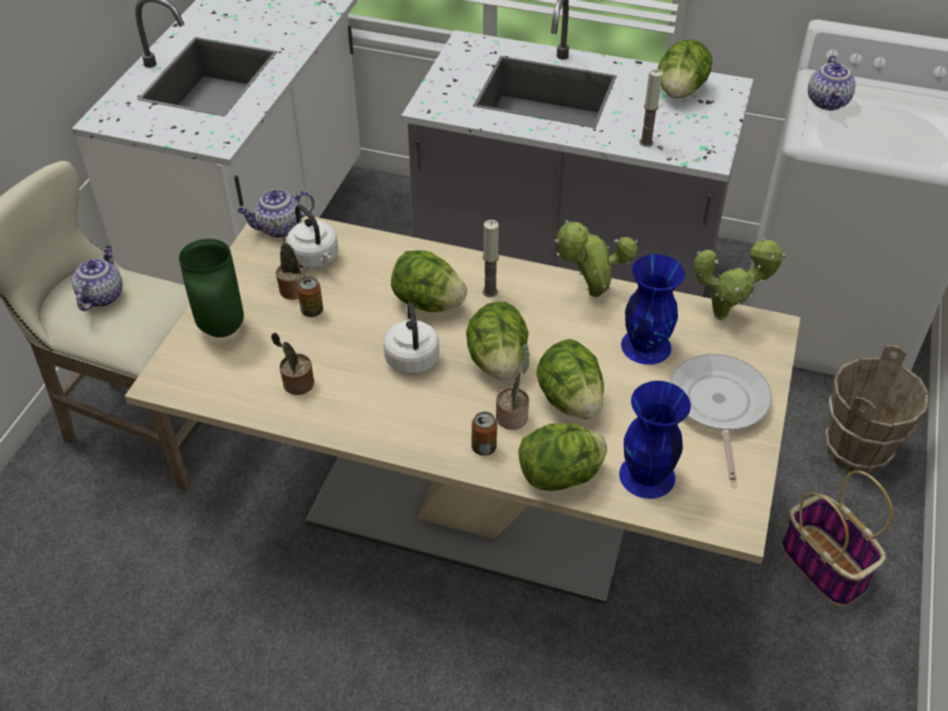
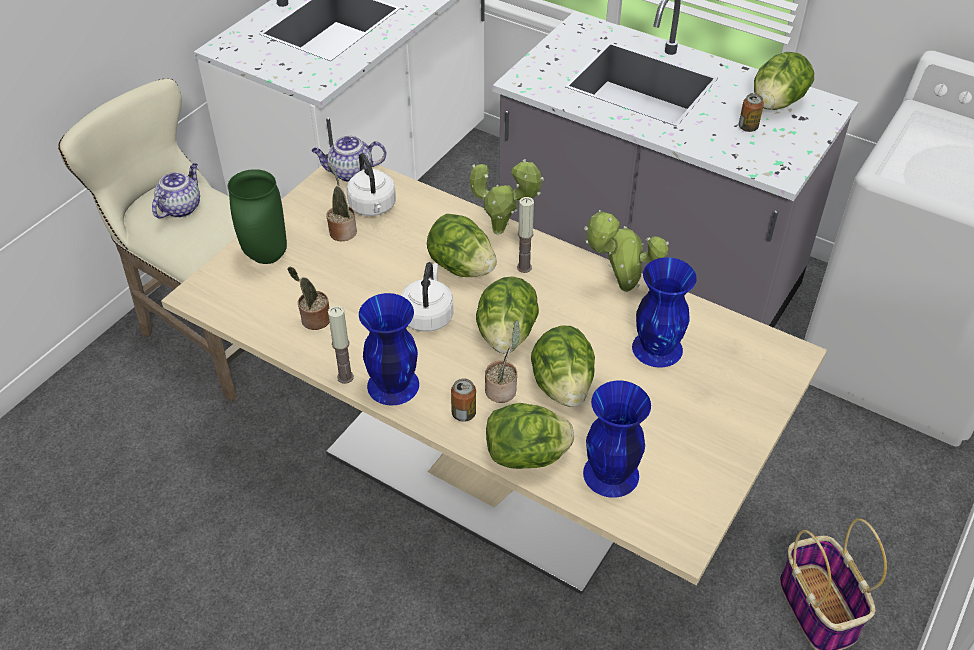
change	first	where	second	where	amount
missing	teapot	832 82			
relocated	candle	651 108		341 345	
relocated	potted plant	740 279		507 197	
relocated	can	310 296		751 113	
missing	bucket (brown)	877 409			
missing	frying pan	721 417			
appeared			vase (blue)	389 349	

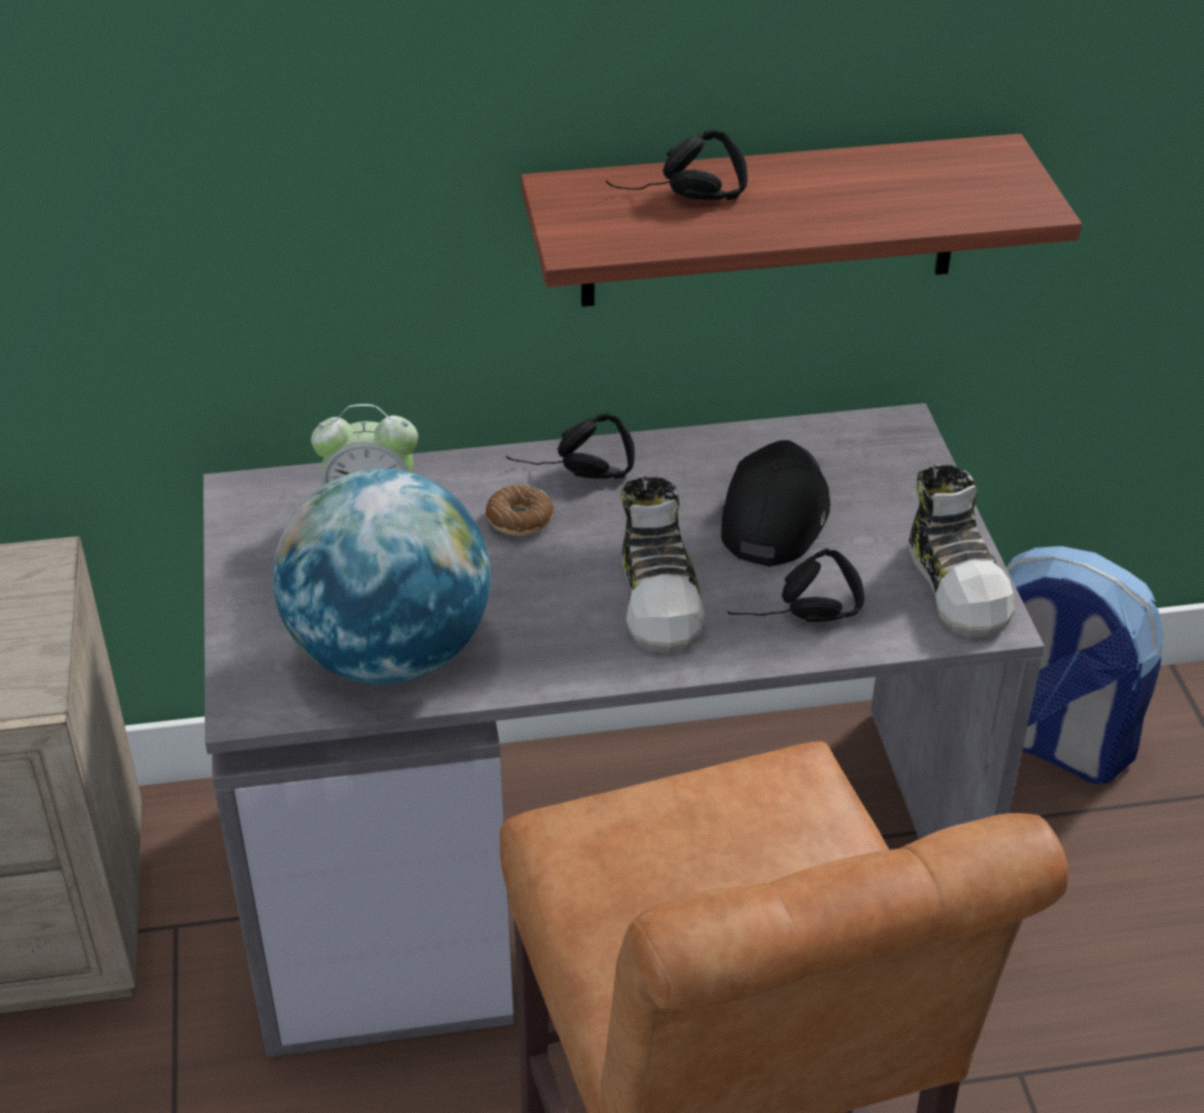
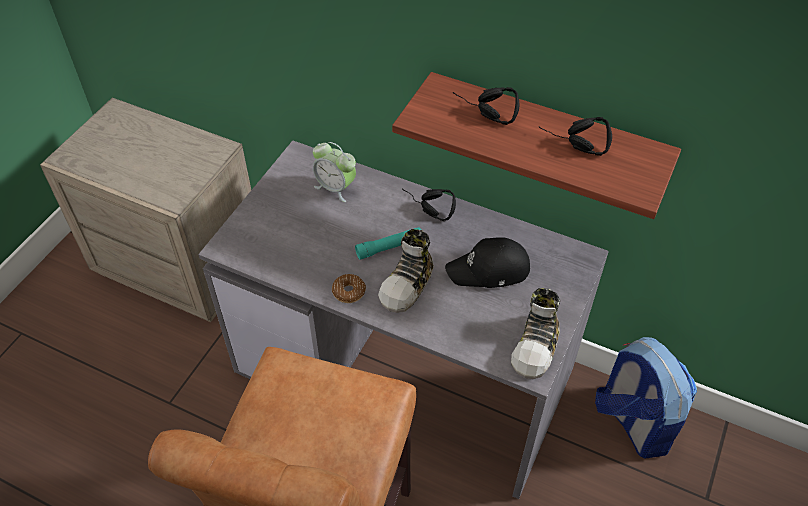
change	first	where	second	where	amount
spun	cap (black)	775 503		487 262	150 degrees counterclockwise
missing	globe	381 576			
relocated	donut	520 510		349 288	
relocated	headphones (black)	796 585		575 136	
appeared			flashlight (turquoise)	388 243	

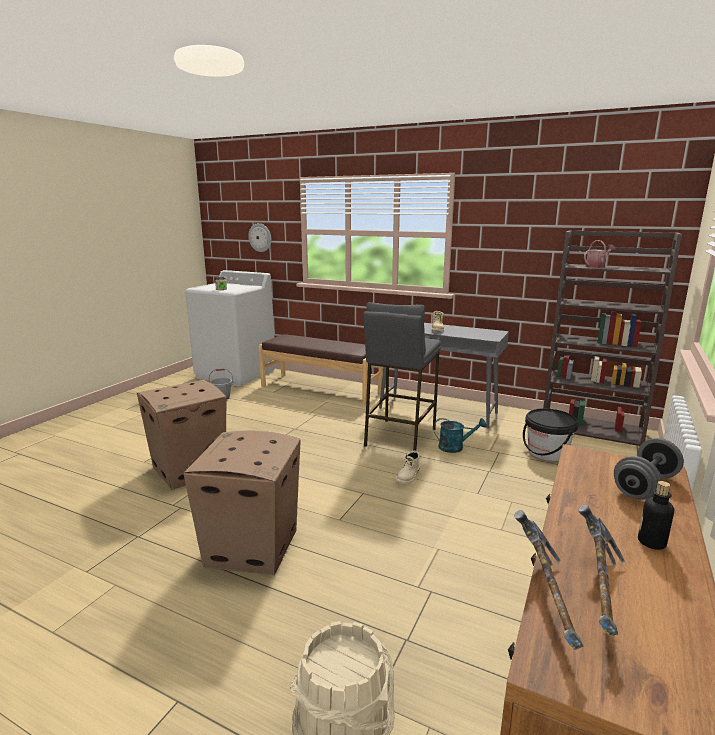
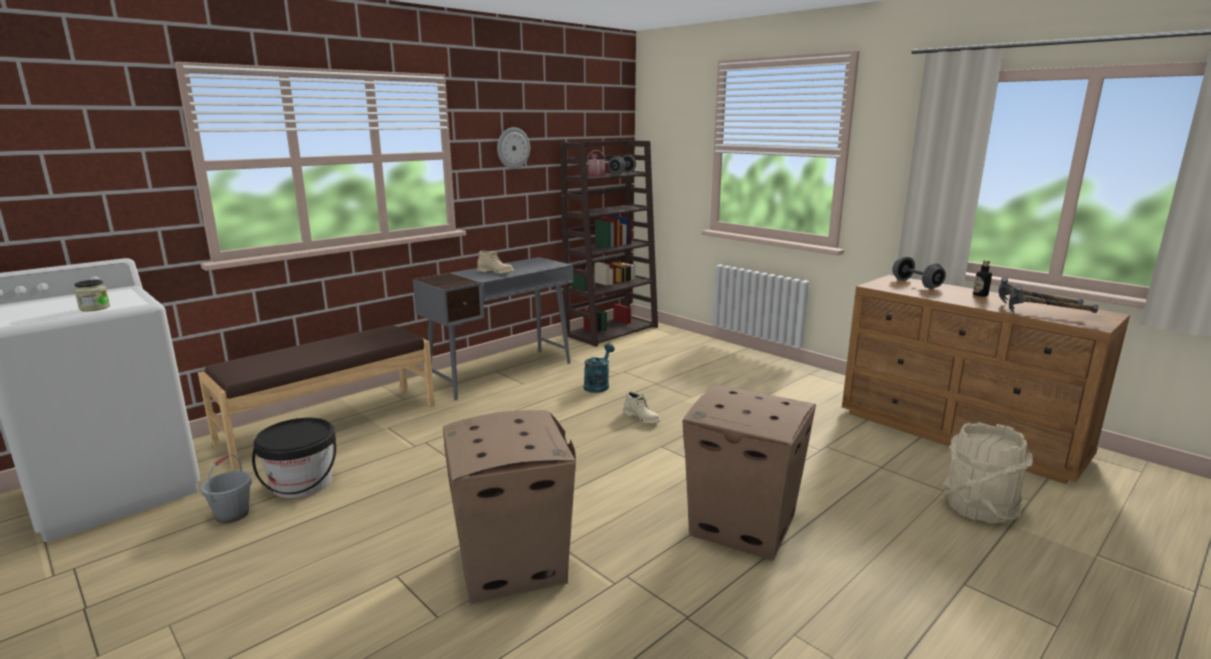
change	first	where	second	where	amount
relocated	wall clock	259 237		513 148	
missing	stool (grey)	402 376			
relocated	bucket (black)	550 434		294 458	
appeared			dumbbell (grey)	622 165	

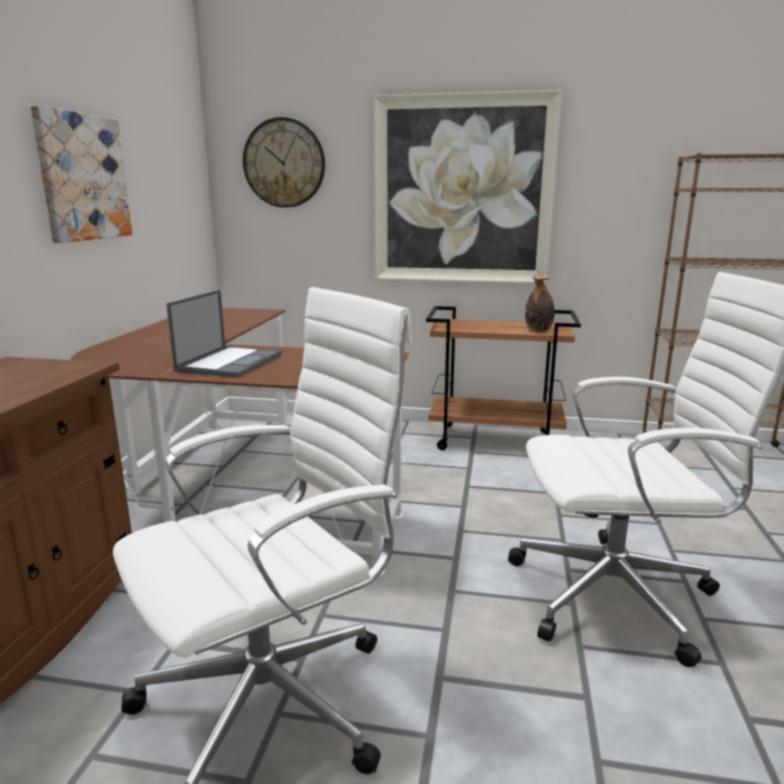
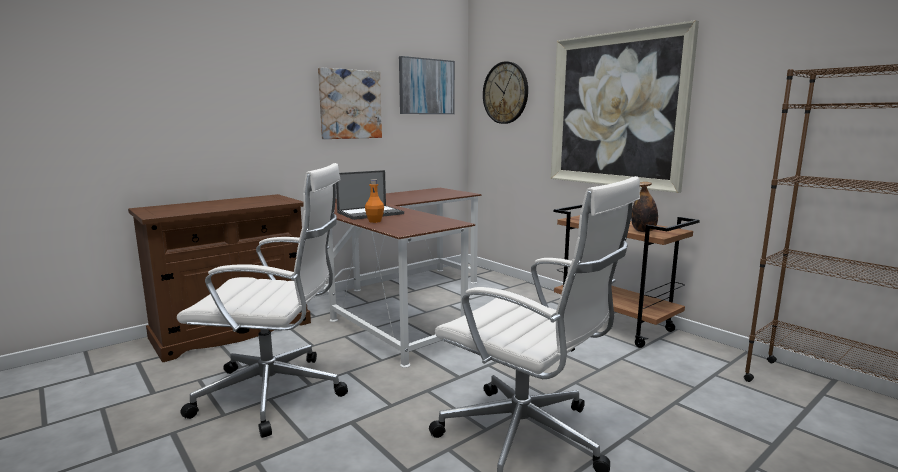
change	first	where	second	where	amount
appeared			picture	427 85	
appeared			bottle (orange)	374 201	

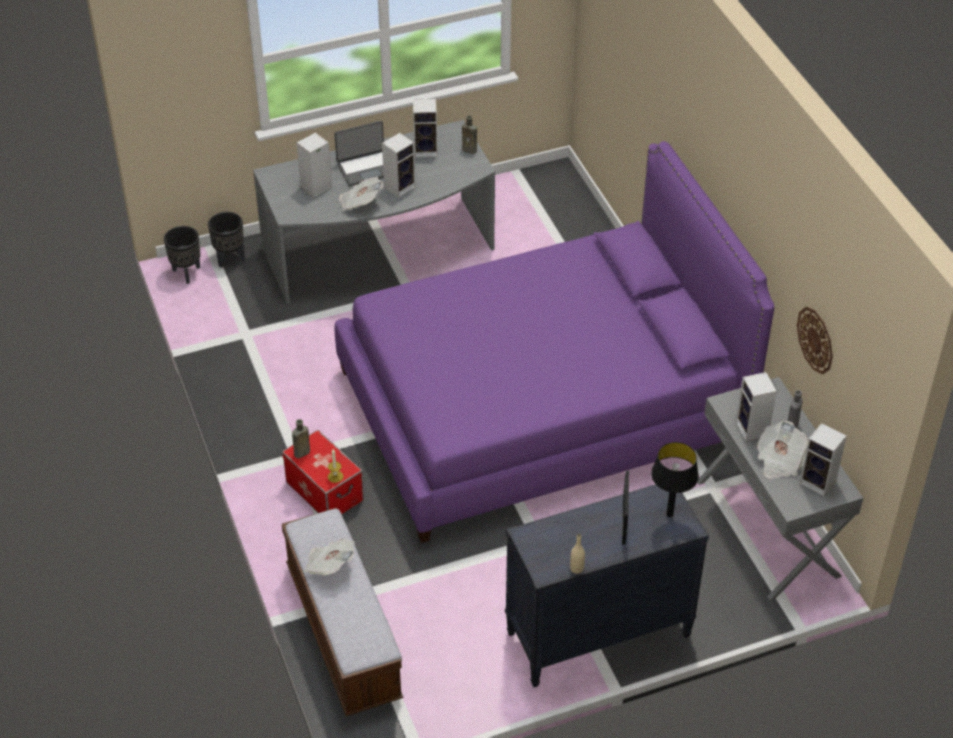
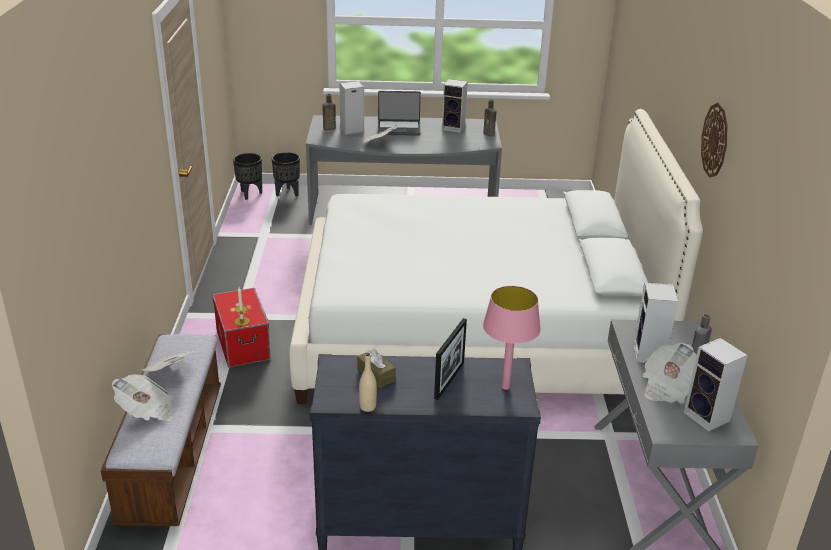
change	first	where	second	where	amount
missing	speaker	399 165			
colour	bed (purple)	554 342	bed (white)	496 256	
relocated	wall clock	815 340		714 140	
relocated	bottle (brown)	301 438		329 112	
colour	table lamp (black)	675 479	table lamp (pink)	512 338	
appeared			tissue box (brown)	376 368	
appeared			newspaper	142 398	

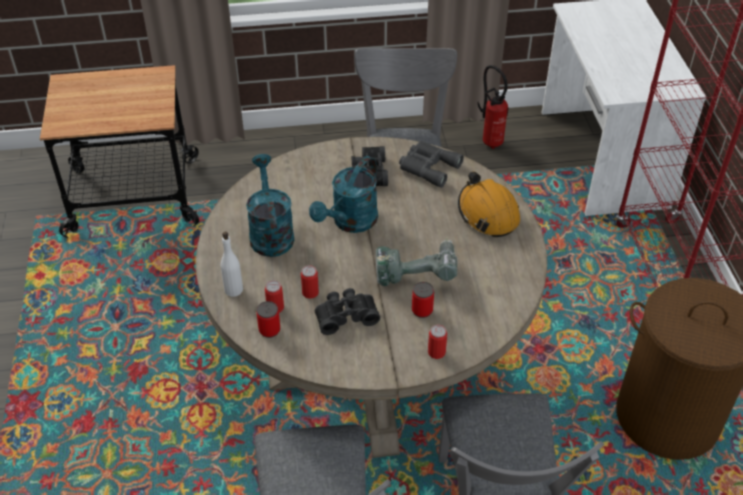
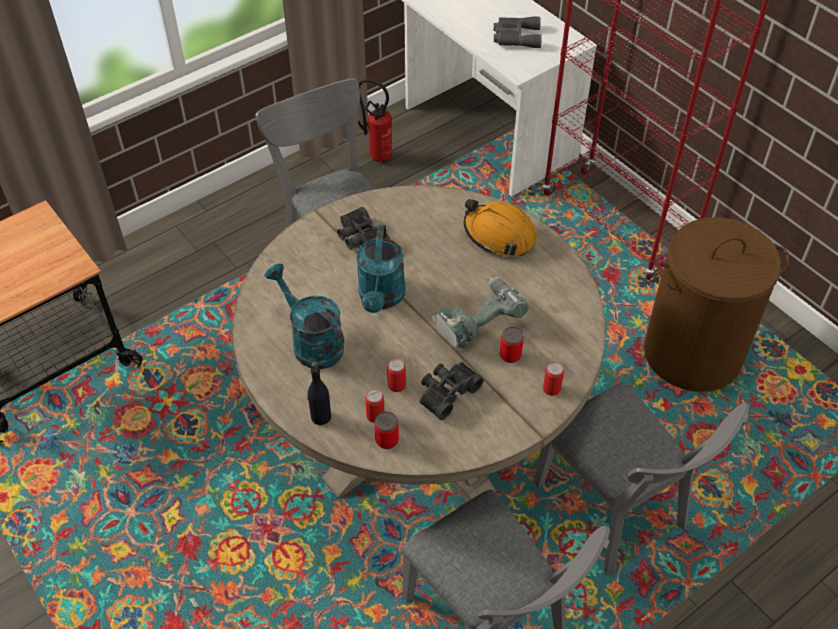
change	first	where	second	where	amount
relocated	binoculars (grey)	431 164		518 32	
colour	bottle (white)	231 264	bottle (black)	319 393	

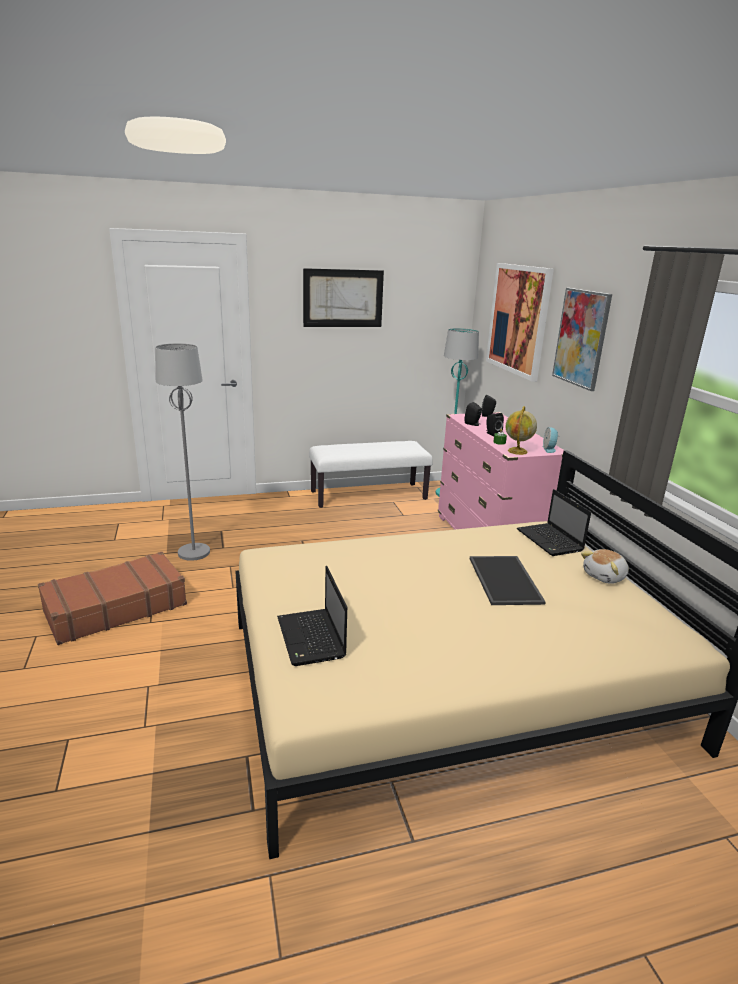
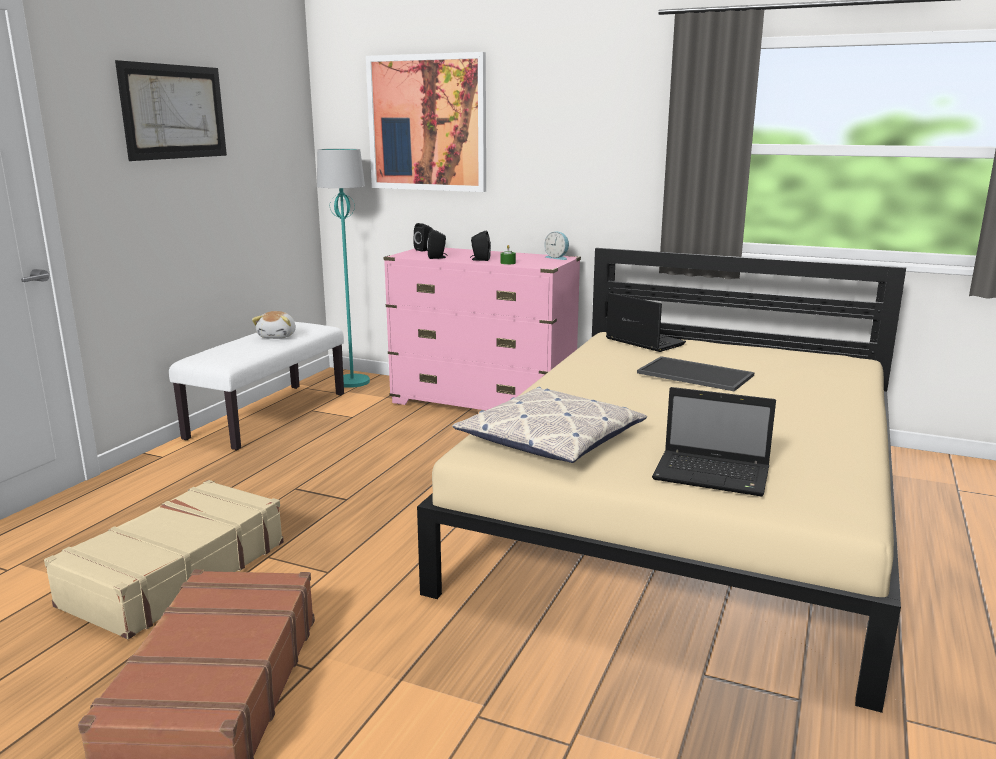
change	first	where	second	where	amount
missing	picture	582 339			
exchanged	floor lamp (grey)	182 452	suitcase (beige)	164 559	
missing	globe	521 430			
spun	laptop	554 522		646 322	150 degrees counterclockwise
relocated	plush toy	605 566		274 325	
appeared			pillow	549 425	

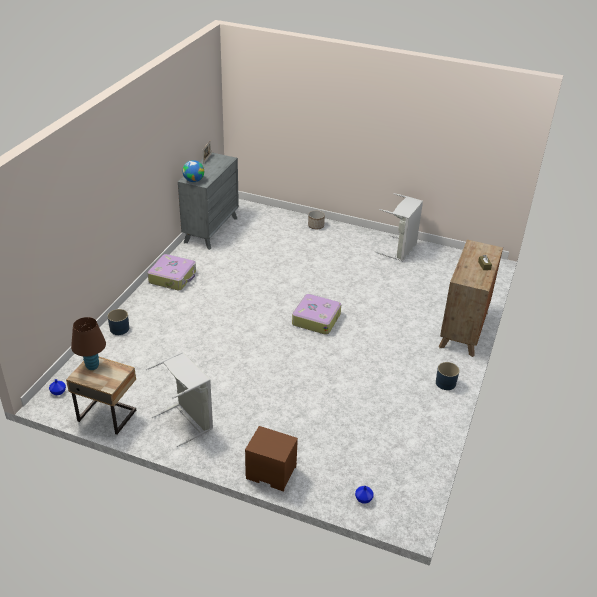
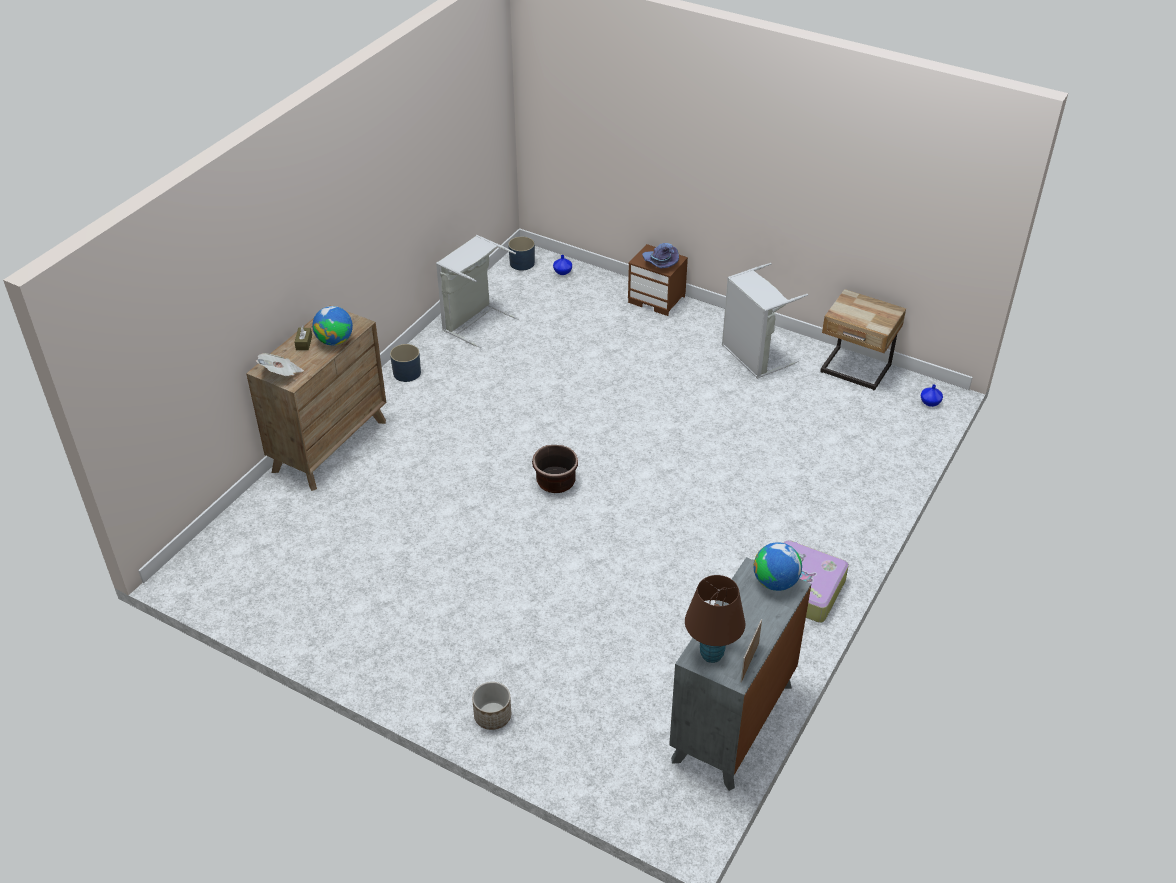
change	first	where	second	where	amount
relocated	laundry basket (grey)	399 227		477 291	
exchanged	suitcase	316 314	planter (brown)	555 469	
relocated	planter (blue)	118 322		521 254	
relocated	table lamp (brown)	88 343		715 619	
appeared			hat (purple)	660 256	
appeared			globe	332 326	
appeared			newspaper	280 365	

